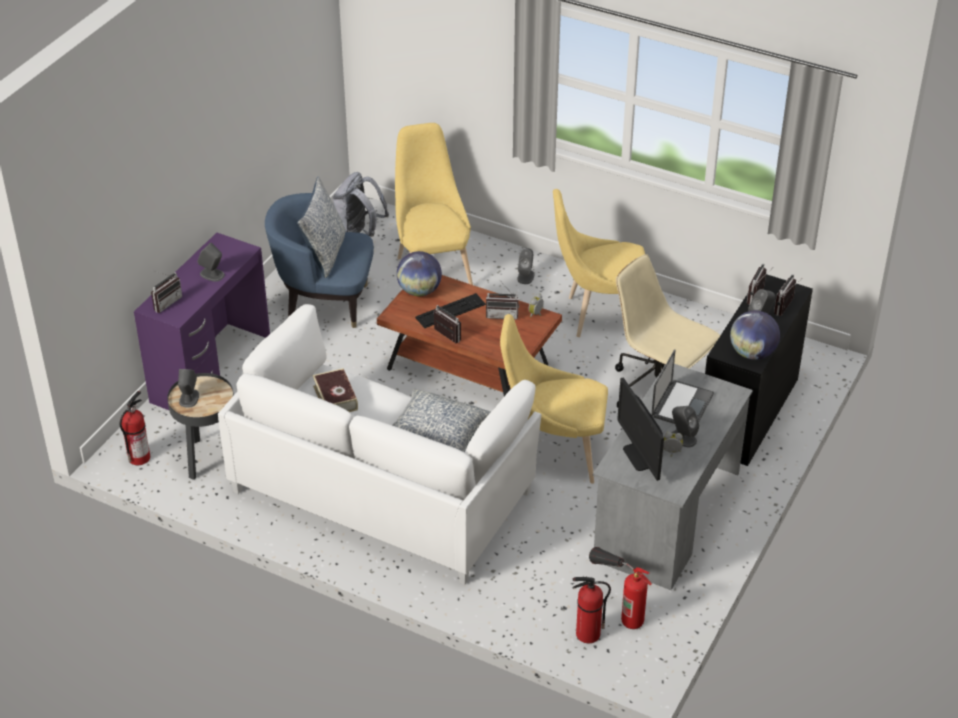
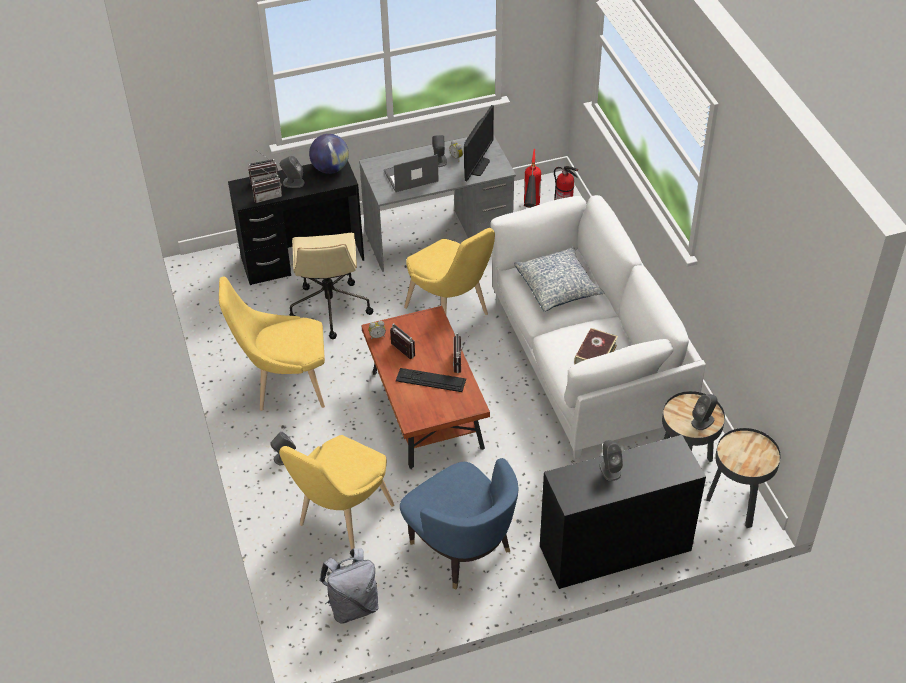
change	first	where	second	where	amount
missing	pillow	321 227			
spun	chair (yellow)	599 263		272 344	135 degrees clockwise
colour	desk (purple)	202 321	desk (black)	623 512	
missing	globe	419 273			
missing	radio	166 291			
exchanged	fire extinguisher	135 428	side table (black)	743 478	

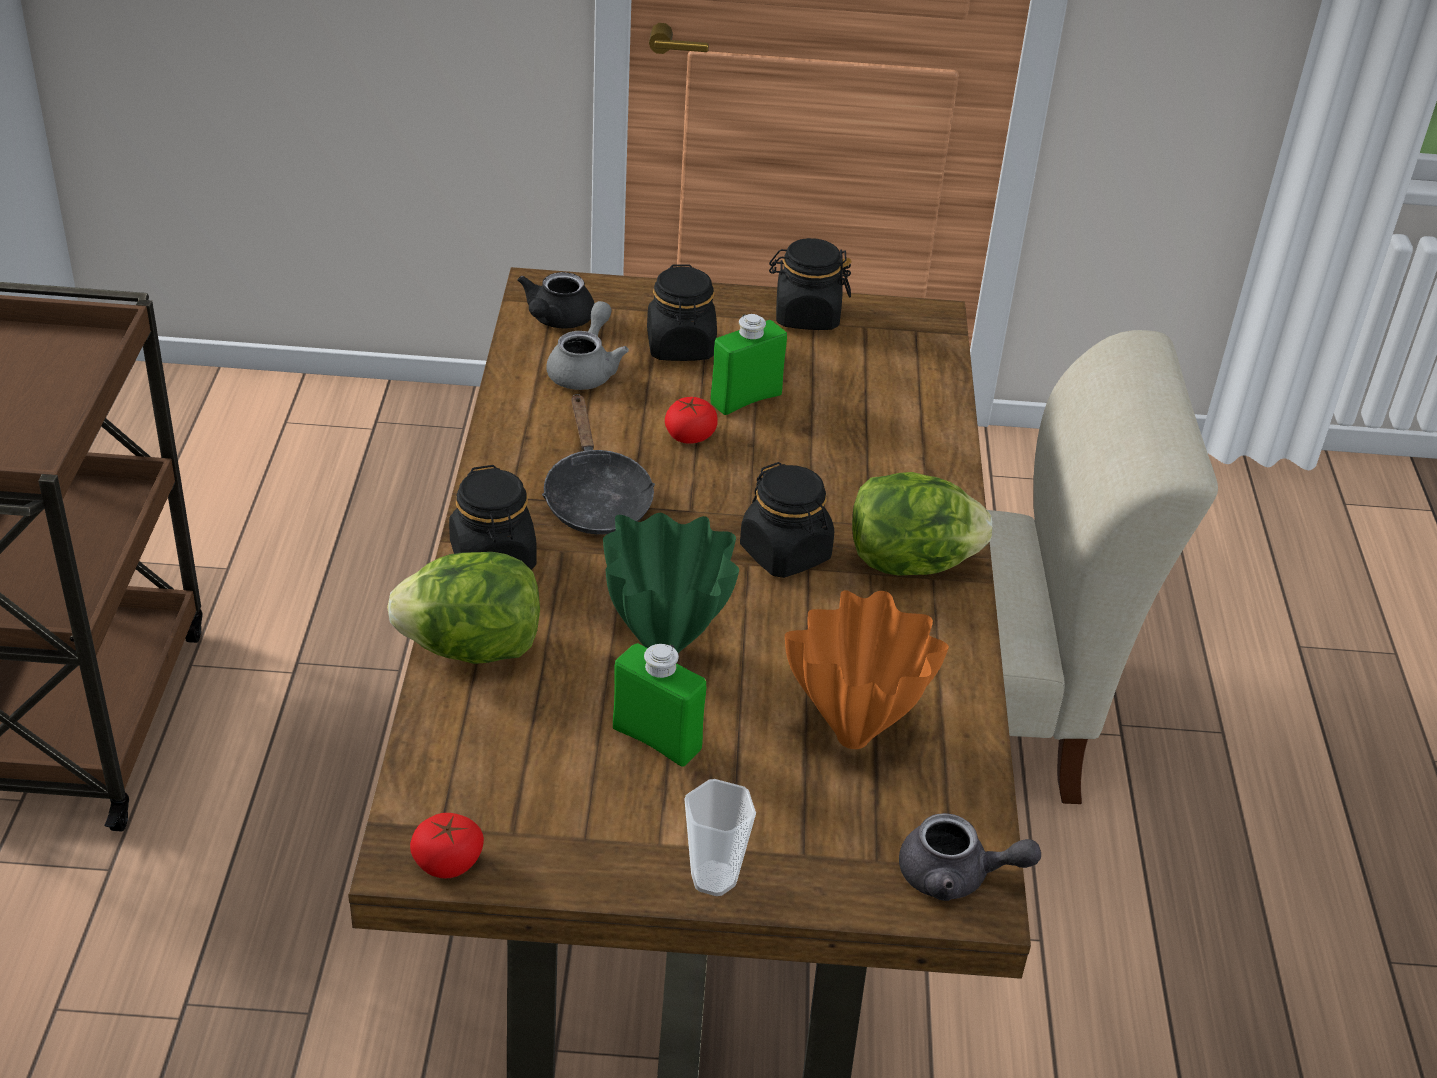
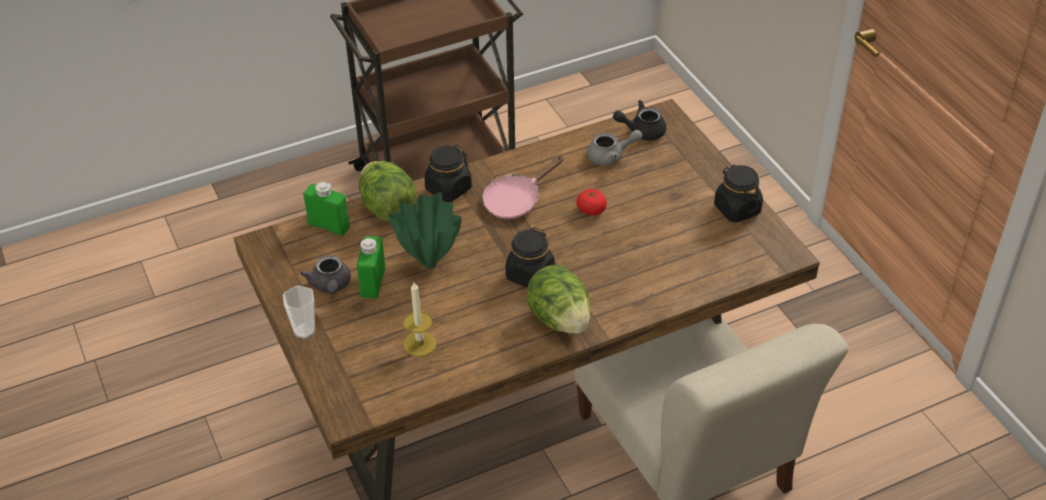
change	first	where	second	where	amount
missing	jar (black)	682 313			
relocated	bottle (green)	748 364		326 209	
colour	frying pan (black)	598 464	frying pan (pink)	523 187	
exchanged	vase (orange)	867 669	candle	420 319	
missing	tomato	447 845			
relocated	teapot (grey)	970 857		326 274	

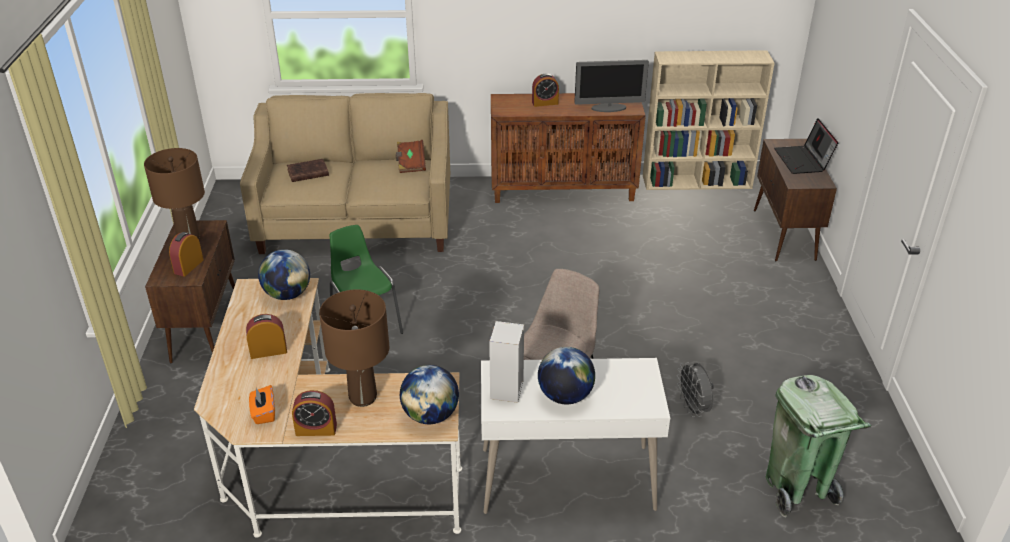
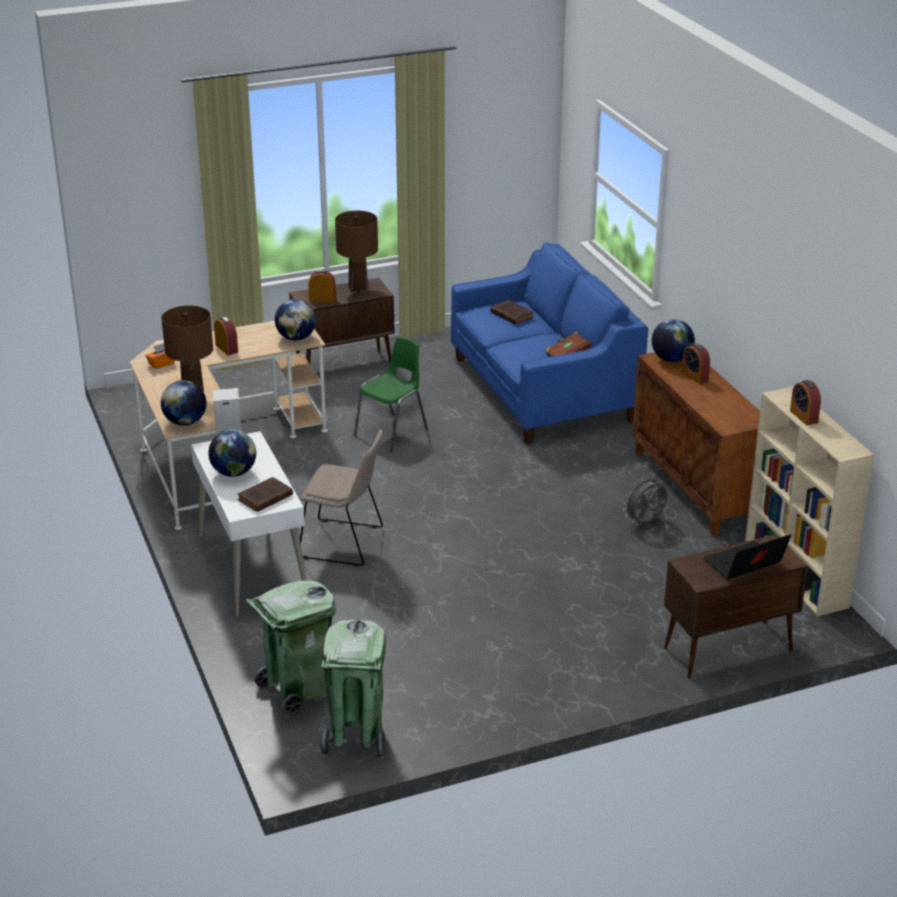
change	first	where	second	where	amount
missing	monitor	611 86			
colour	sofa (beige)	345 173	sofa (blue)	549 343	
relocated	fan (grey)	695 389		645 499	
relocated	alarm clock	314 413		805 402	
appeared			globe	673 340	
appeared			book (brown)	265 494	
appeared			trash can (green)	353 689	

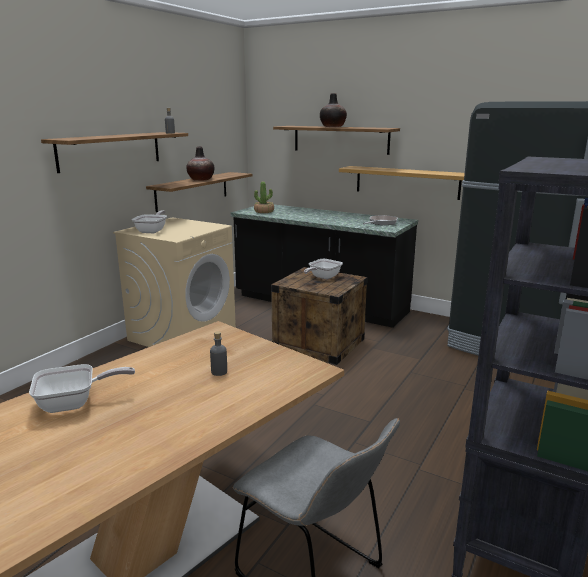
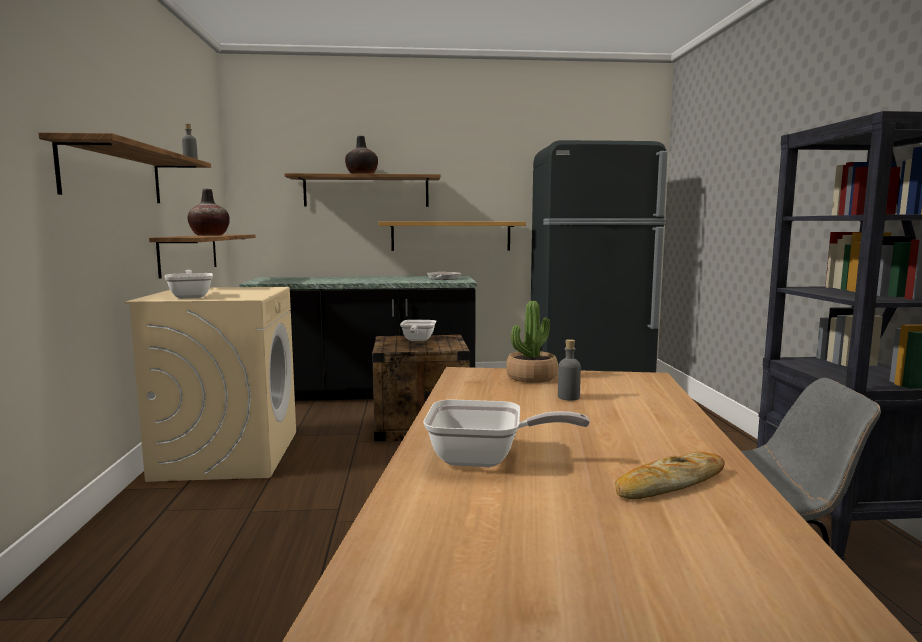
change	first	where	second	where	amount
relocated	potted plant	264 197		532 342	
spun	frying pan	82 388		506 433	60 degrees clockwise
appeared			bread	670 475	

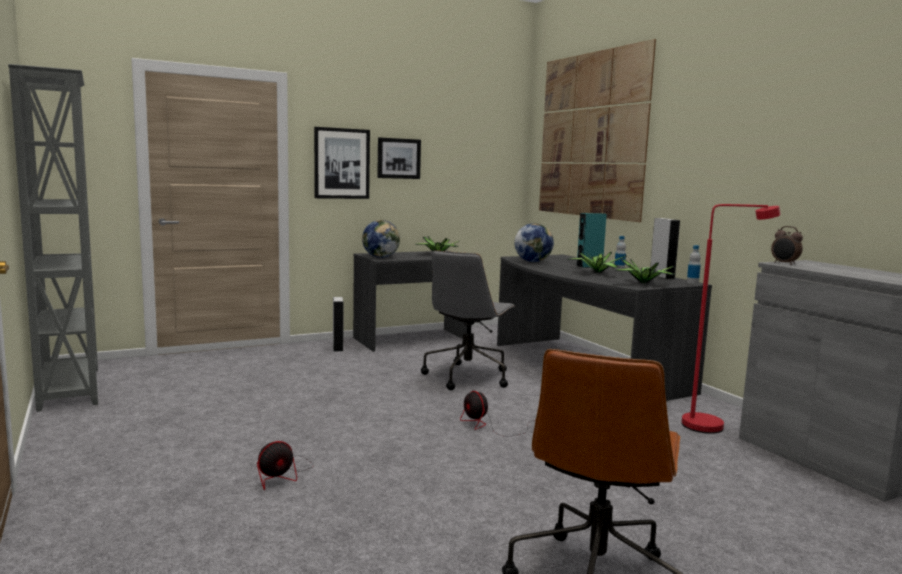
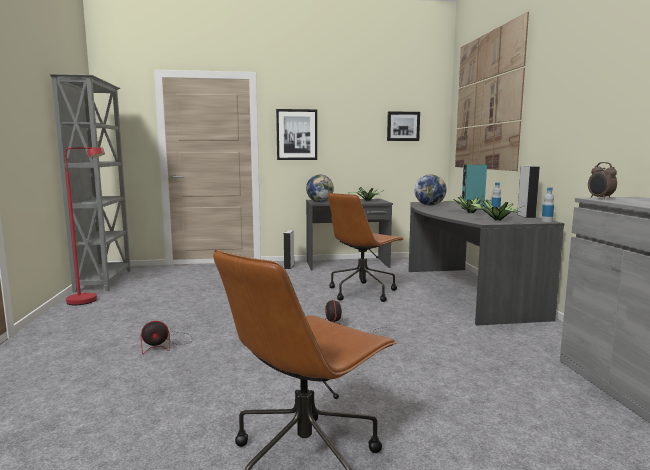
change	first	where	second	where	amount
relocated	picture	399 158		403 126	
relocated	floor lamp (red)	731 319		85 226	
colour	office chair (grey)	468 320	office chair (brown)	365 247	

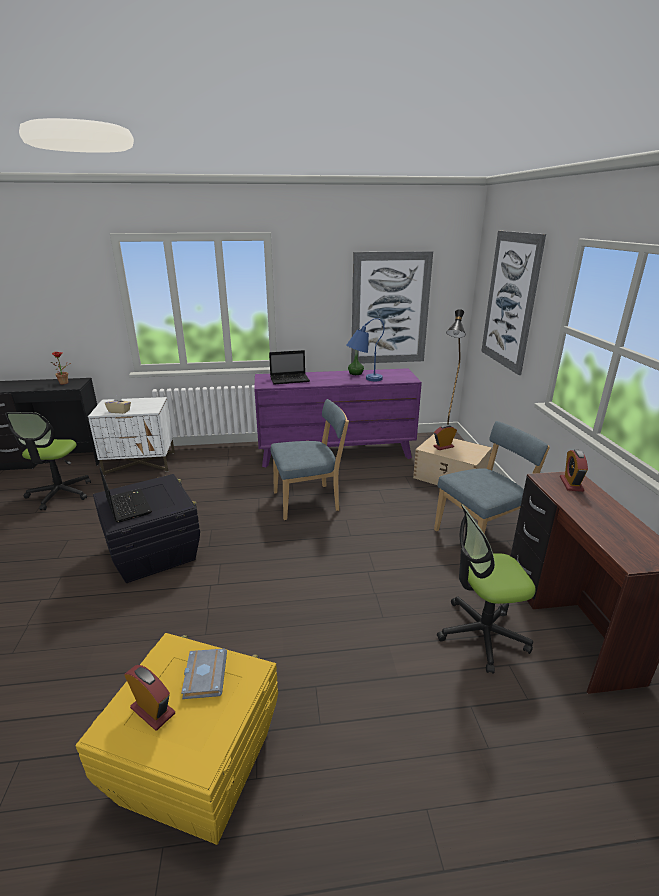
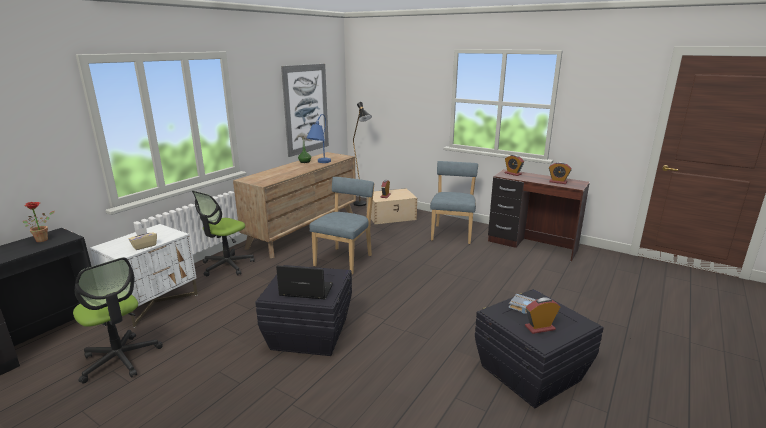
change	first	where	second	where	amount
missing	picture	513 303			
missing	laptop	289 367			
colour	dresser (purple)	338 417	dresser (brown)	294 205	
relocated	office chair	486 589		223 233	
colour	storage box (yellow)	177 739	storage box (black)	539 348	
appeared			alarm clock	560 173	

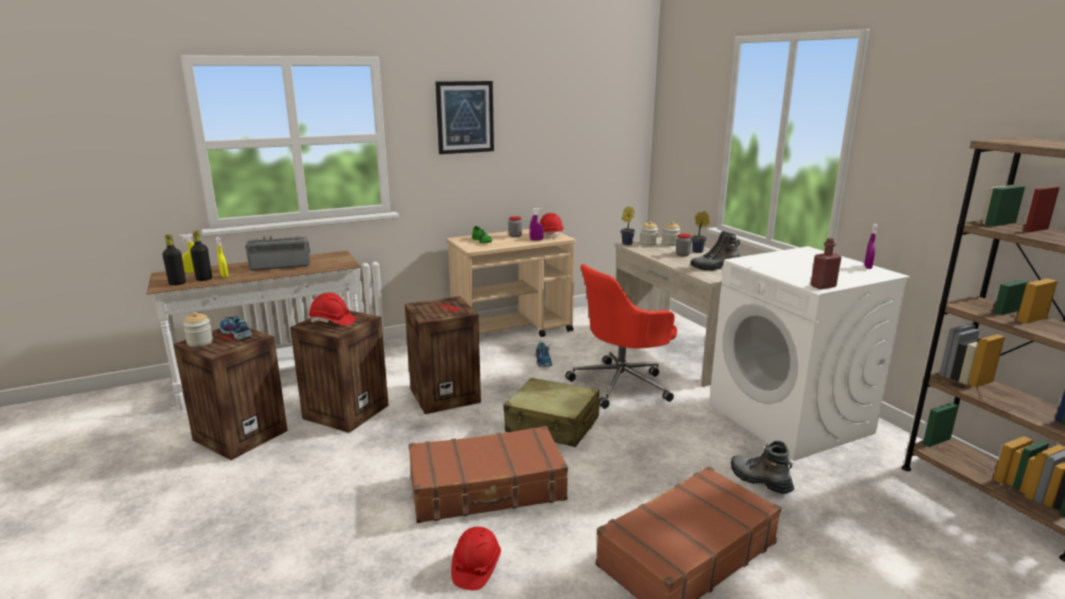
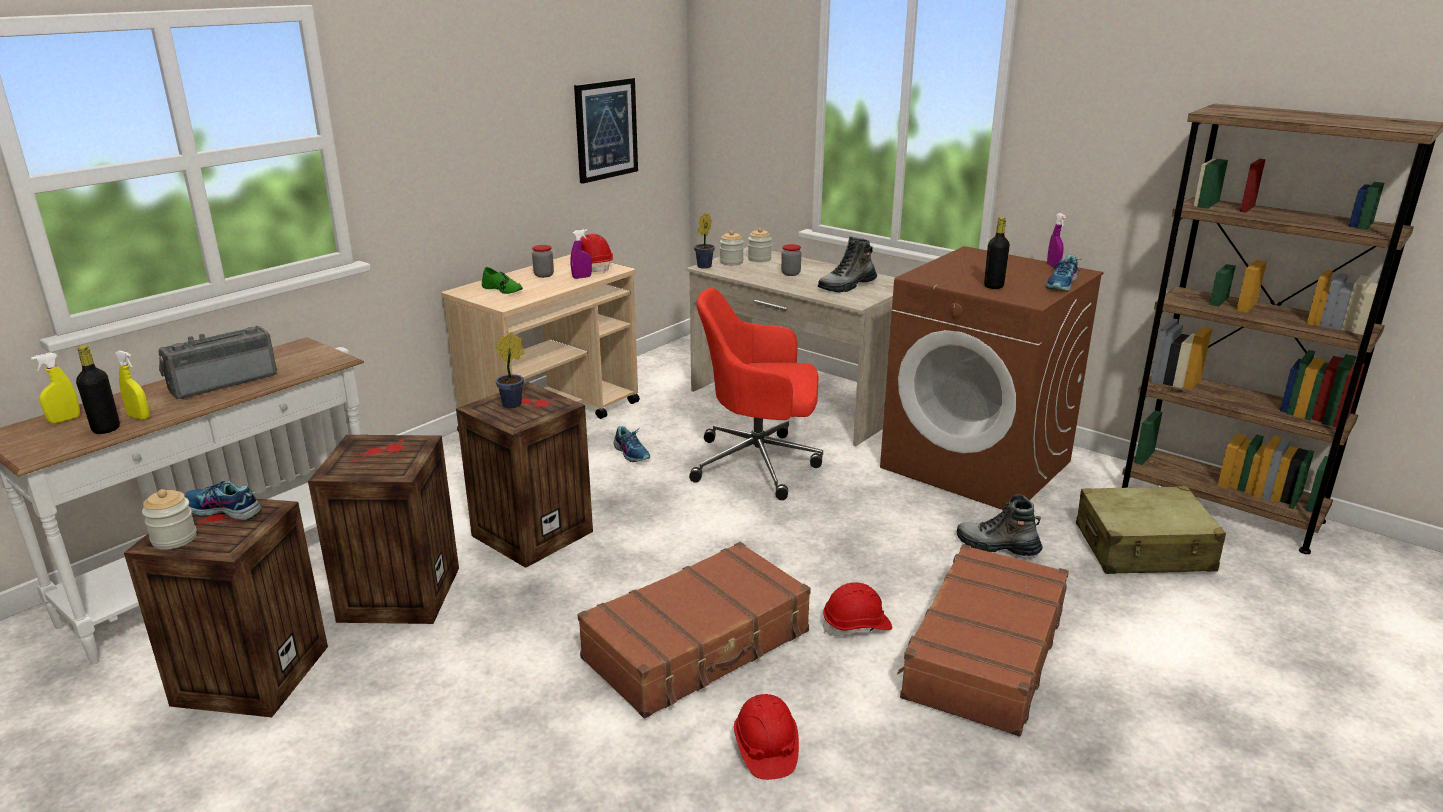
change	first	where	second	where	amount
relocated	picture	464 117		606 131	
relocated	potted plant	700 232		510 370	
relocated	bottle (black)	174 260		997 253	
missing	bottle (red)	826 263			
colour	washing machine (white)	809 353	washing machine (brown)	992 378	
spun	office chair (red)	621 336		756 394	60 degrees clockwise
relocated	hard hat (red)	332 309		857 609	
relocated	suitcase (beige)	551 412		1151 530	
appeared			shoe	1062 273	

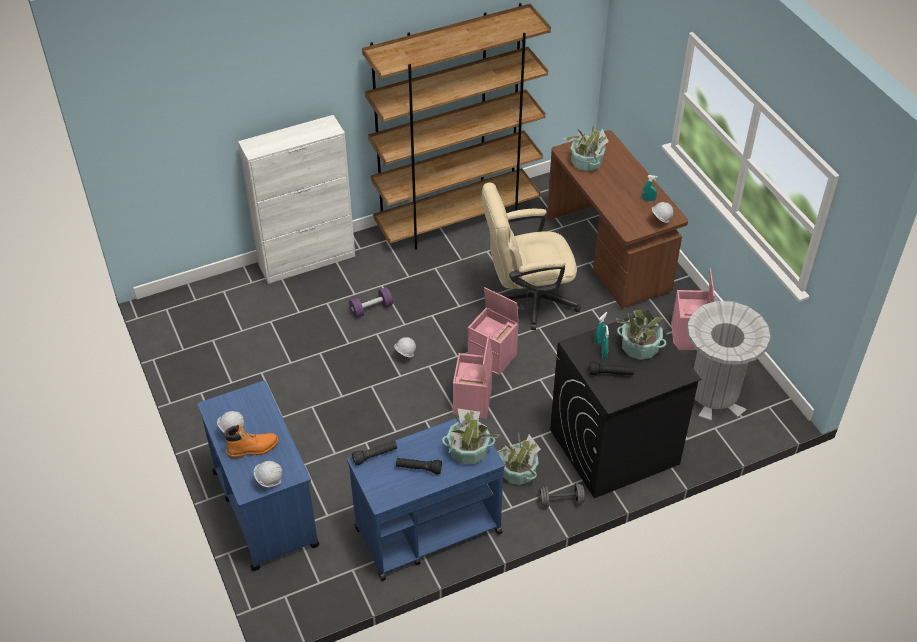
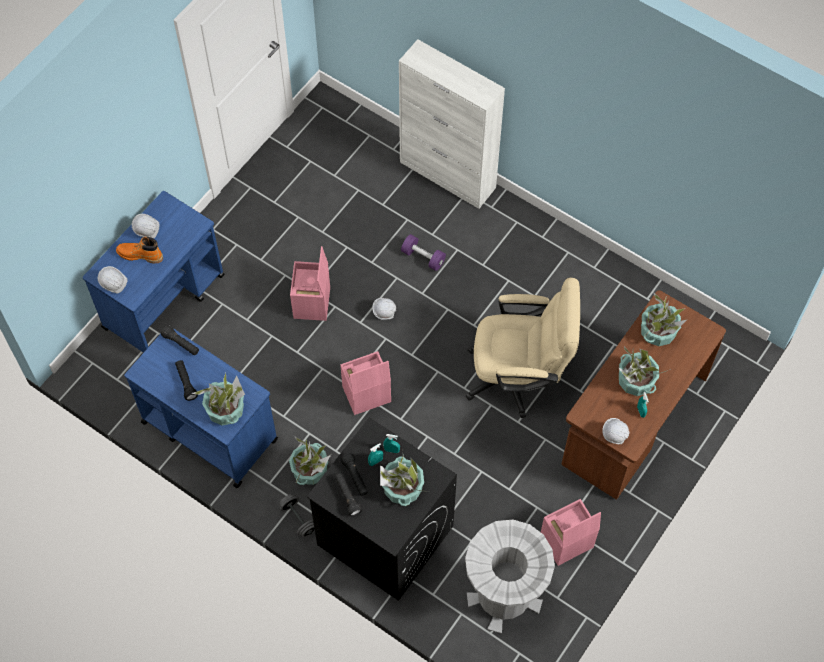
change	first	where	second	where	amount
missing	bookcase (brown)	456 126			
spun	office chair (beige)	531 256		523 348	135 degrees clockwise
relocated	storage box (pink)	493 331		310 283	
spun	boot (orange)	251 442		139 250	150 degrees clockwise
appeared			potted plant	645 371	
appeared			flashlight (black)	348 494	

